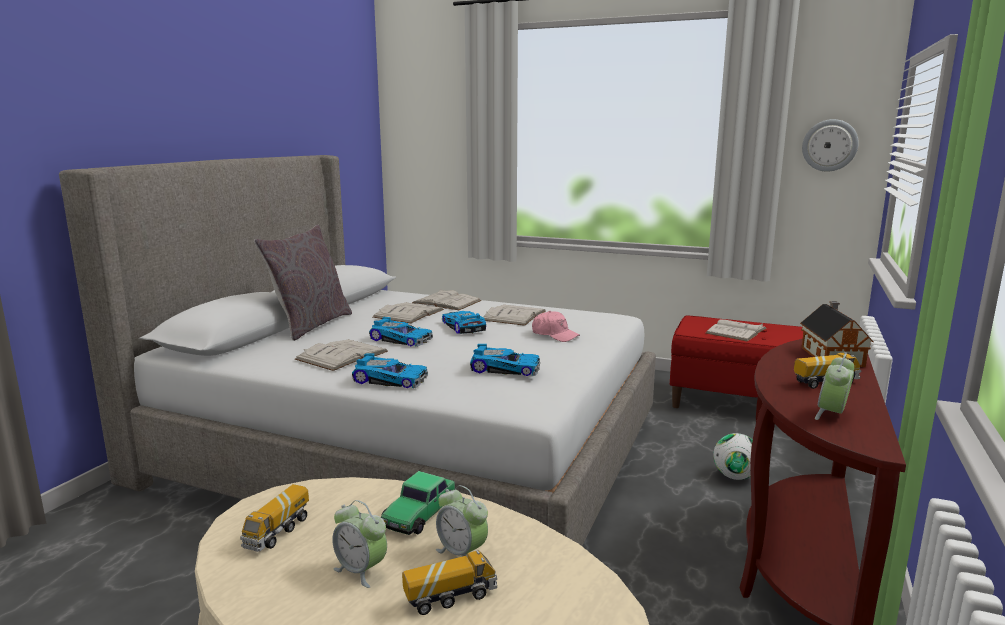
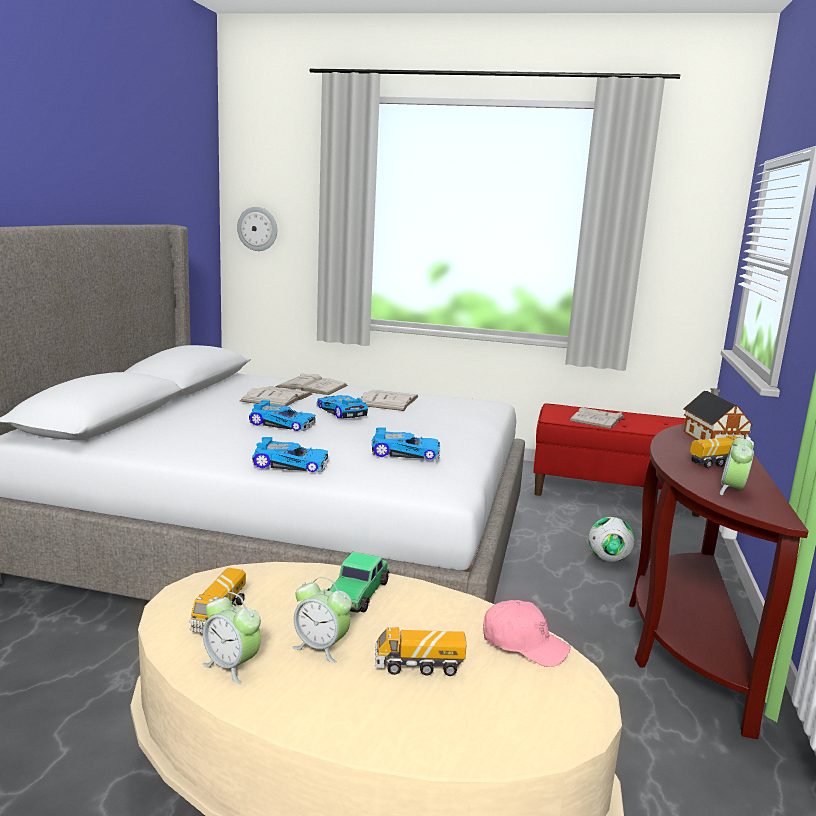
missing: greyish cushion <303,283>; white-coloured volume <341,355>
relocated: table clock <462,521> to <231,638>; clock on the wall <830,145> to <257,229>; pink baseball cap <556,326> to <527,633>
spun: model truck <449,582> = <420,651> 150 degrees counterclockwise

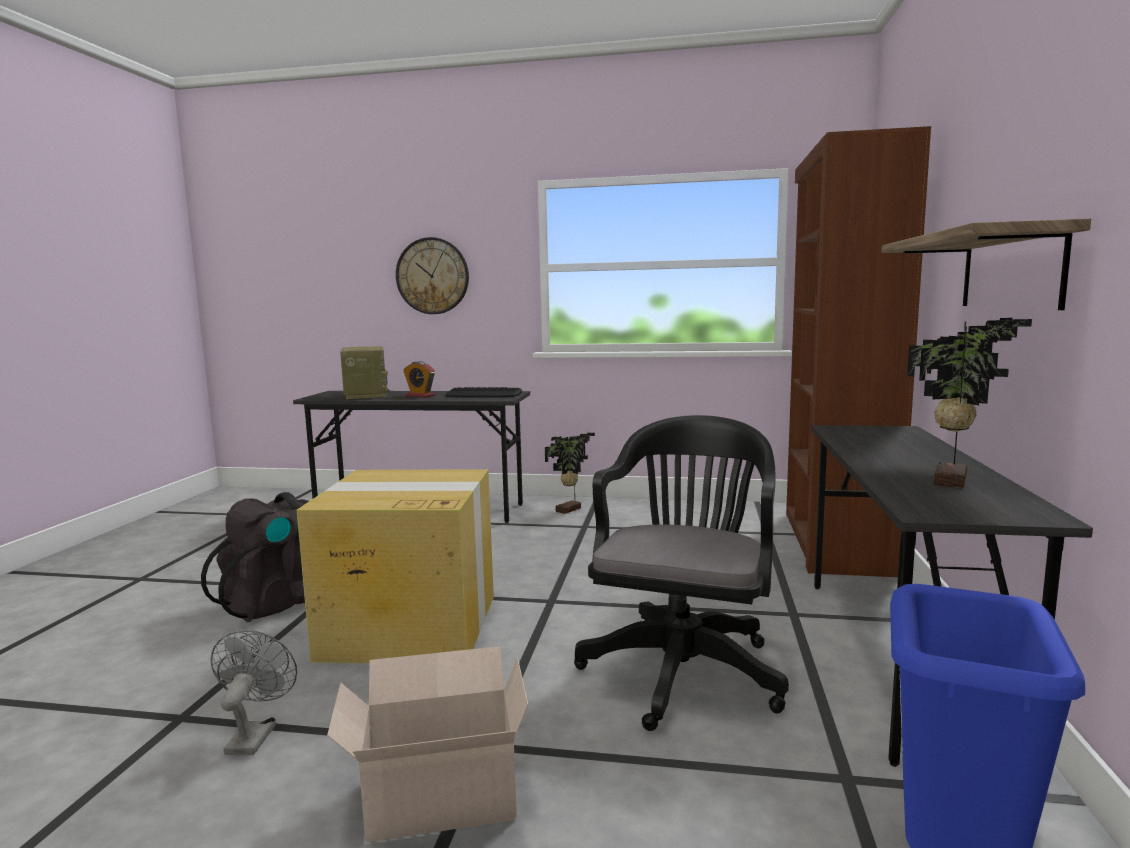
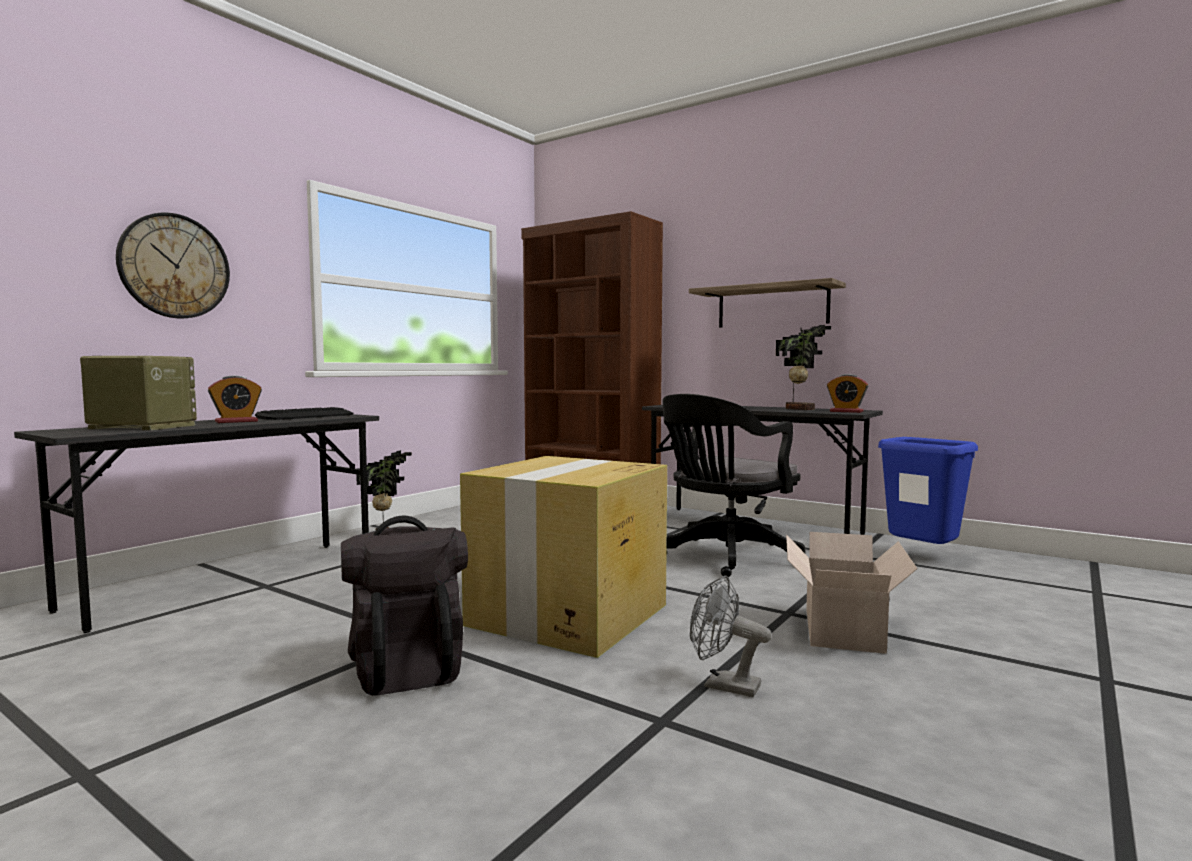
appeared: table clock <847,393>
spun: black-coloured office chair <681,573> = <734,486> 90 degrees counterclockwise

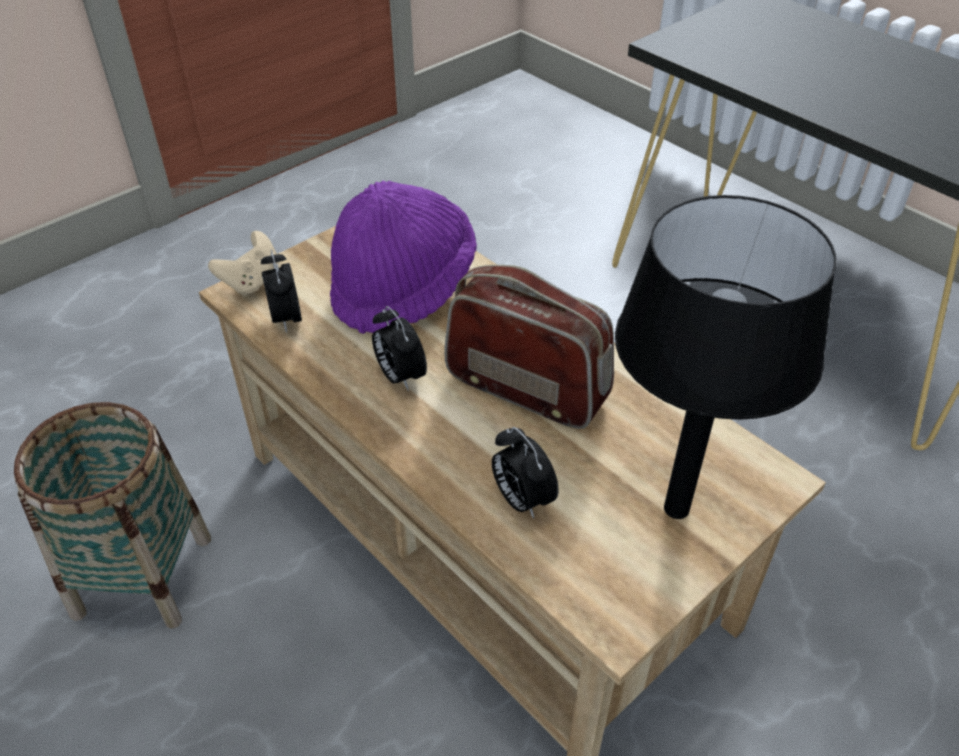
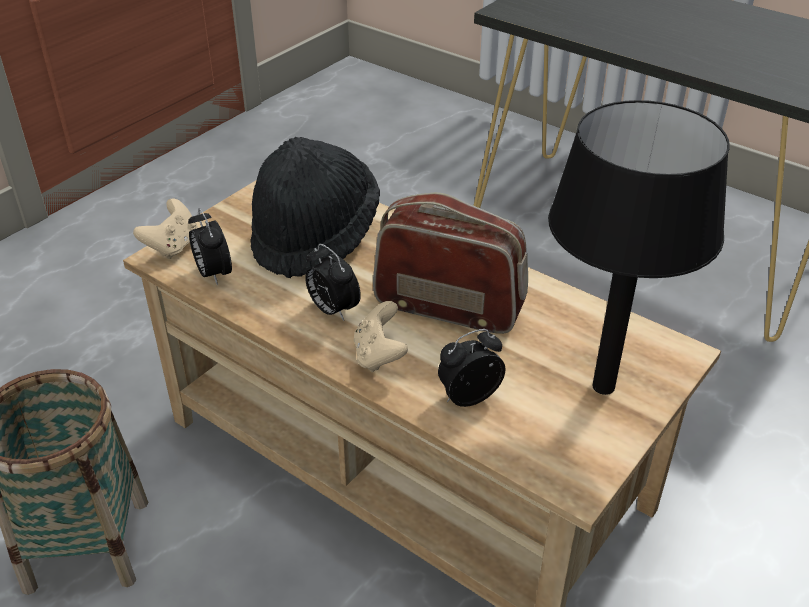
appeared: beige gamepad <381,336>
colour: purple-coloured hat <403,257> to black-coloured hat <315,207>
spun: table clock <525,473> = <471,368> 105 degrees clockwise

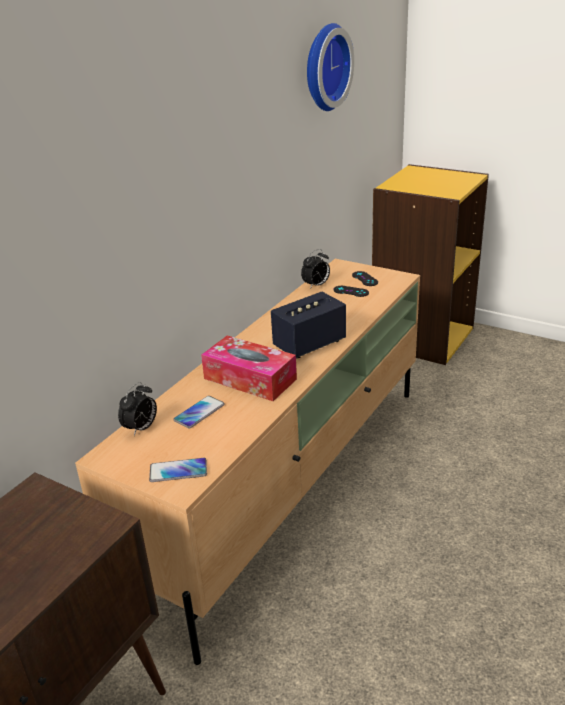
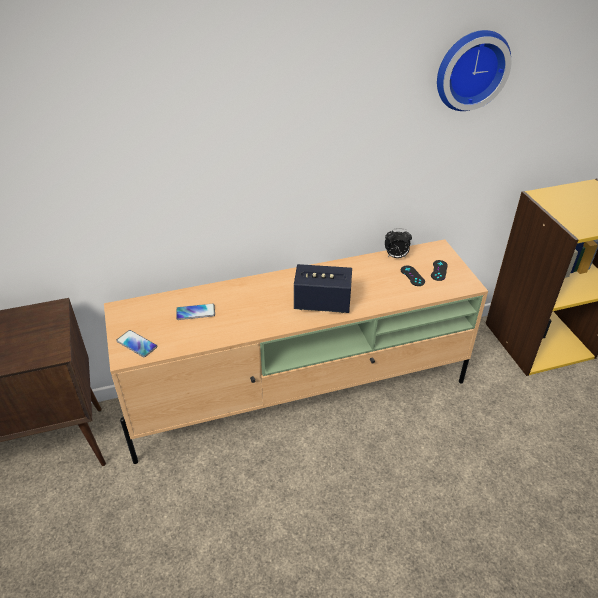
missing: table clock <137,409>; tissue box <249,368>

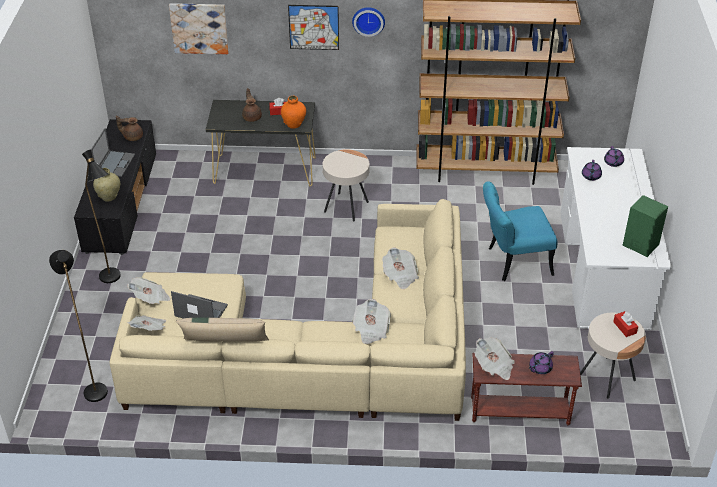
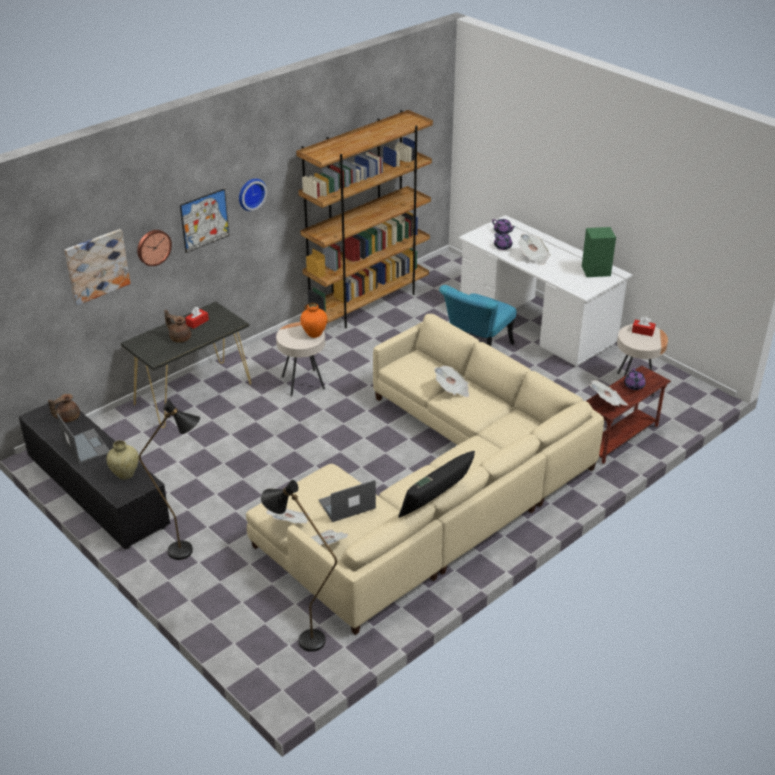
appeared: clock on the wall <154,248>
relocated: orange decorative vase <293,112> to <313,320>; newspaper <371,321> to <534,249>
colour: beige cushion <222,330> to black-coloured cushion <436,484>

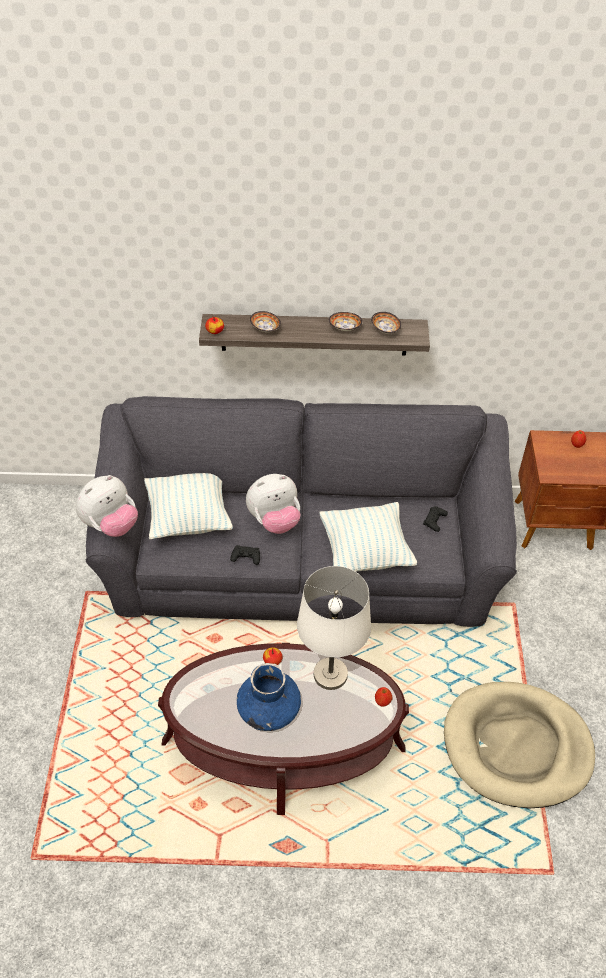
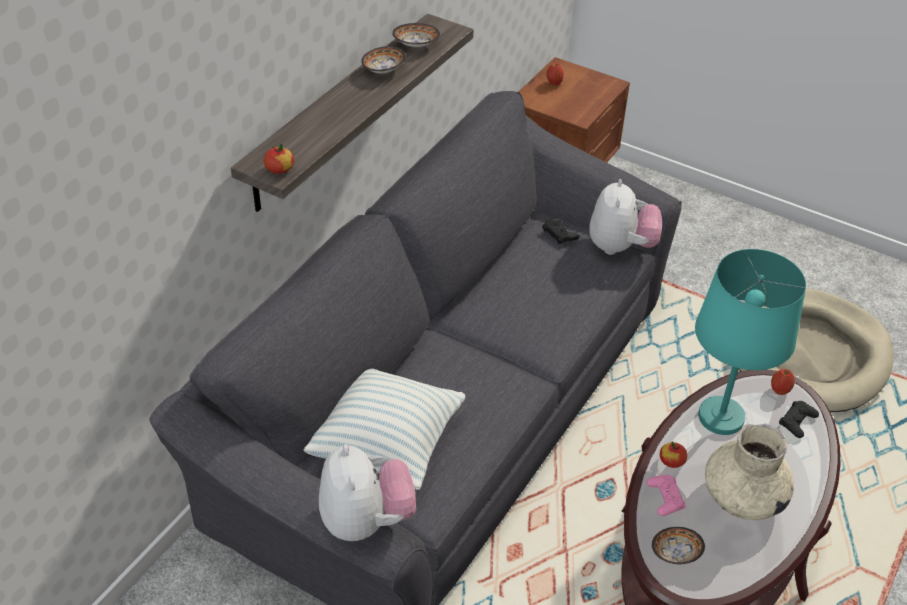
missing: cushion <368,537>
appeared: pink gamepad <666,495>
relocated: plush toy <273,504> to <625,217>; deep dish <265,321> to <678,545>; black-coloured gamepad <245,555> to <799,419>
colour: white-coloured table lamp <334,628> to turquoise table lamp <750,342>; blue-coloured decorative vase <269,697> to beige decorative vase <749,472>

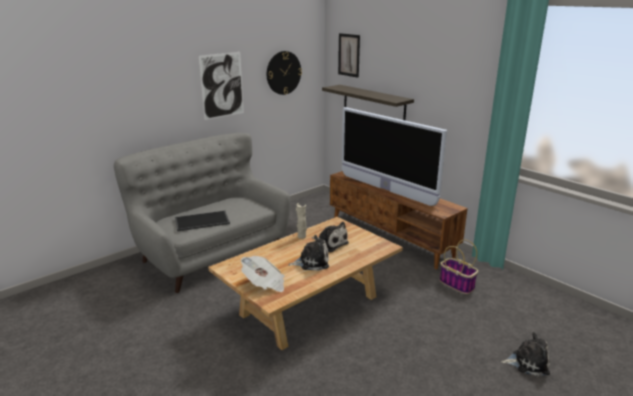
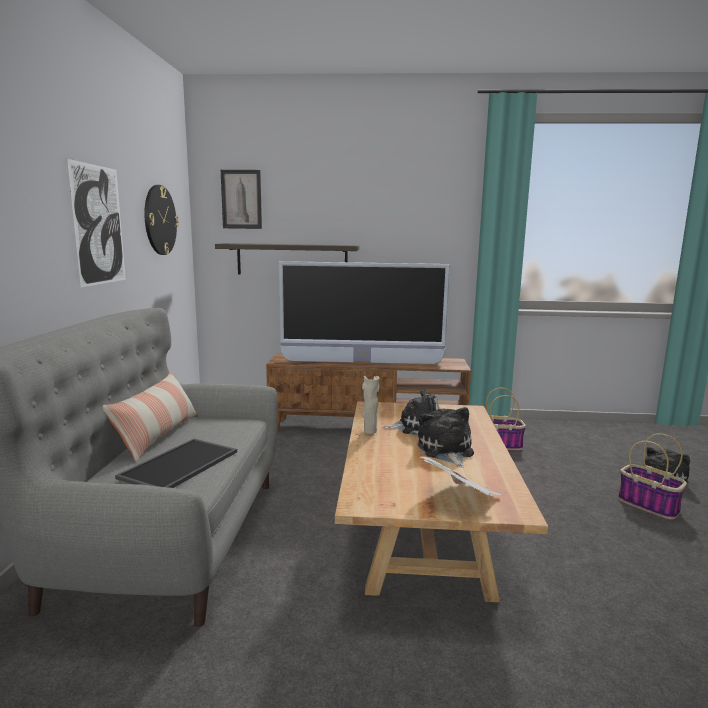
appeared: cushion <150,417>; storage basket <652,476>
spun: plush toy <308,253> = <446,437> 45 degrees counterclockwise

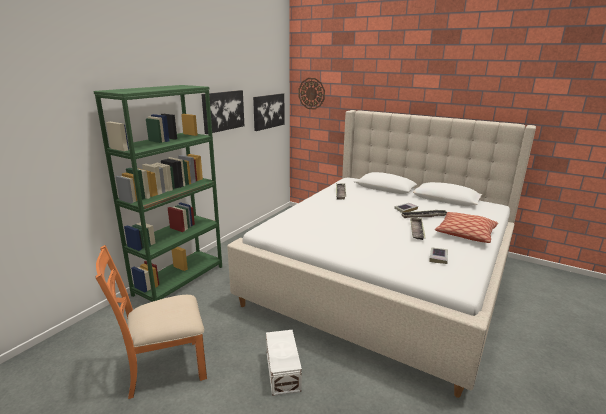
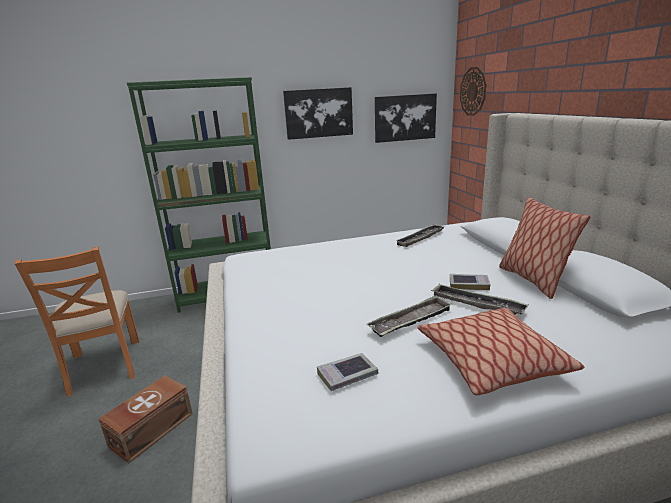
appeared: cushion <544,248>
colour: white-coloured storage box <284,363> to brownish storage box <145,419>
spun: orange plain chair <151,322> = <77,322> 135 degrees counterclockwise

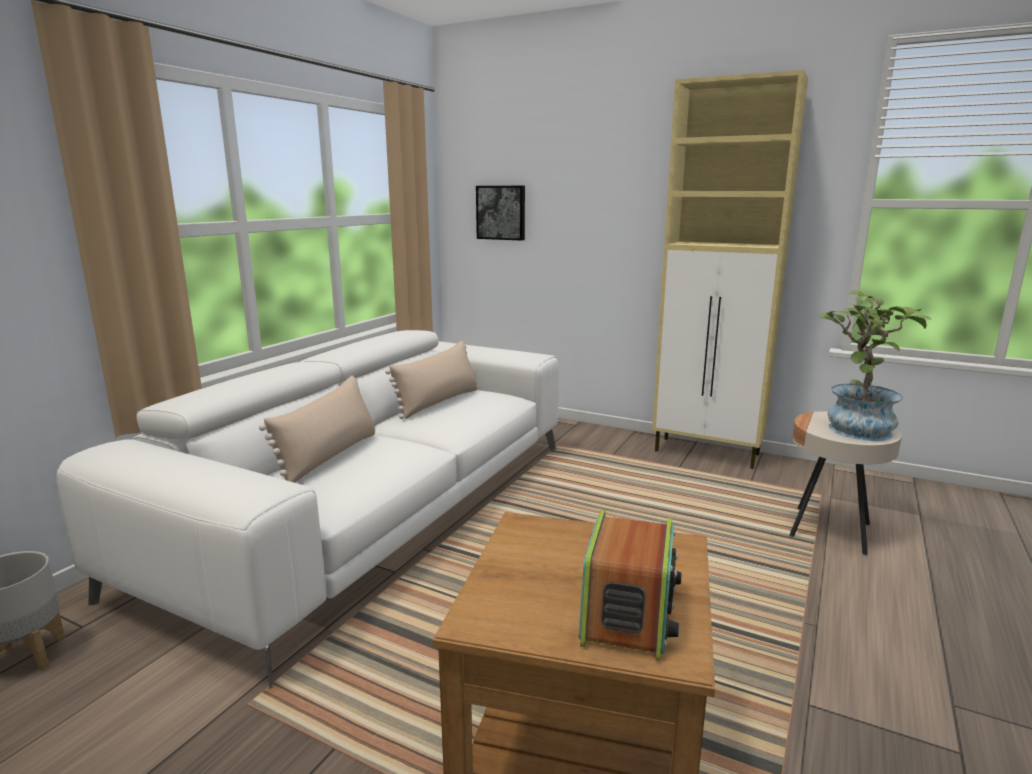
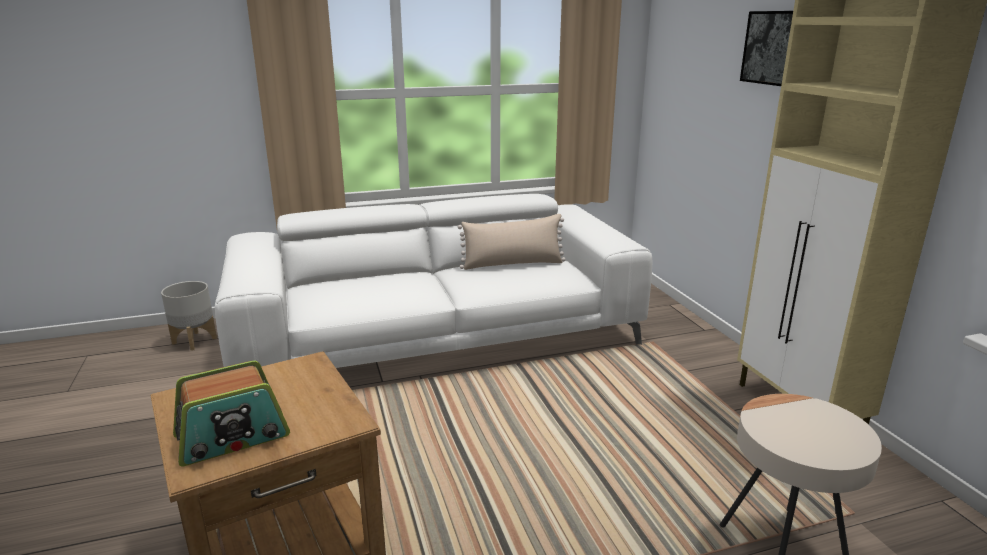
missing: beige cushion <317,429>; plant in a pot <871,365>
relocated: wall picture <500,213> to <766,48>

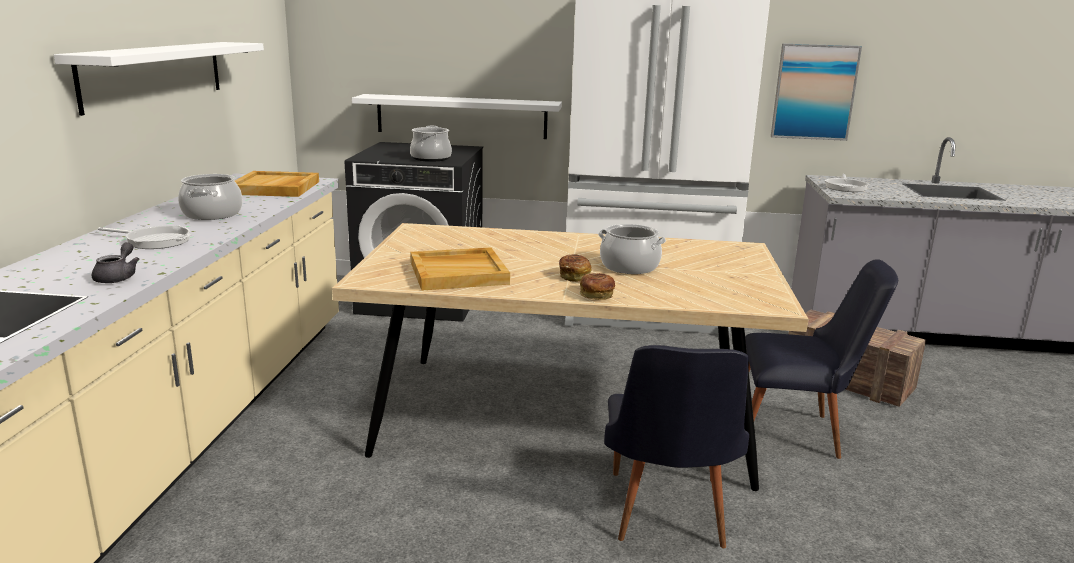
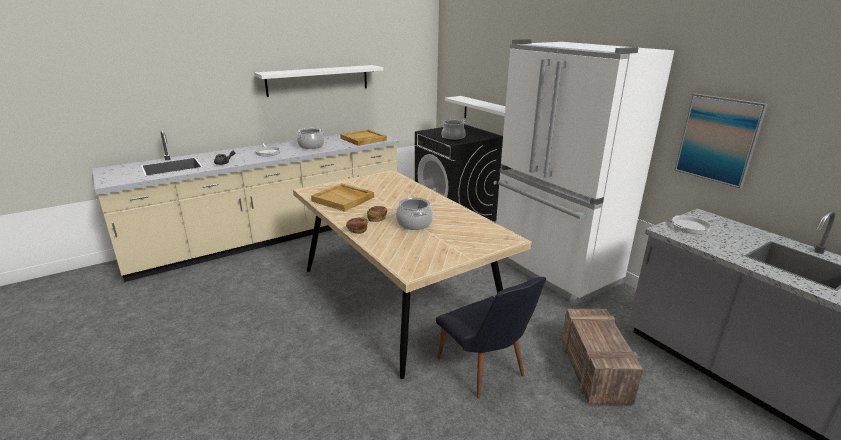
missing: black-coloured plain chair <676,446>

